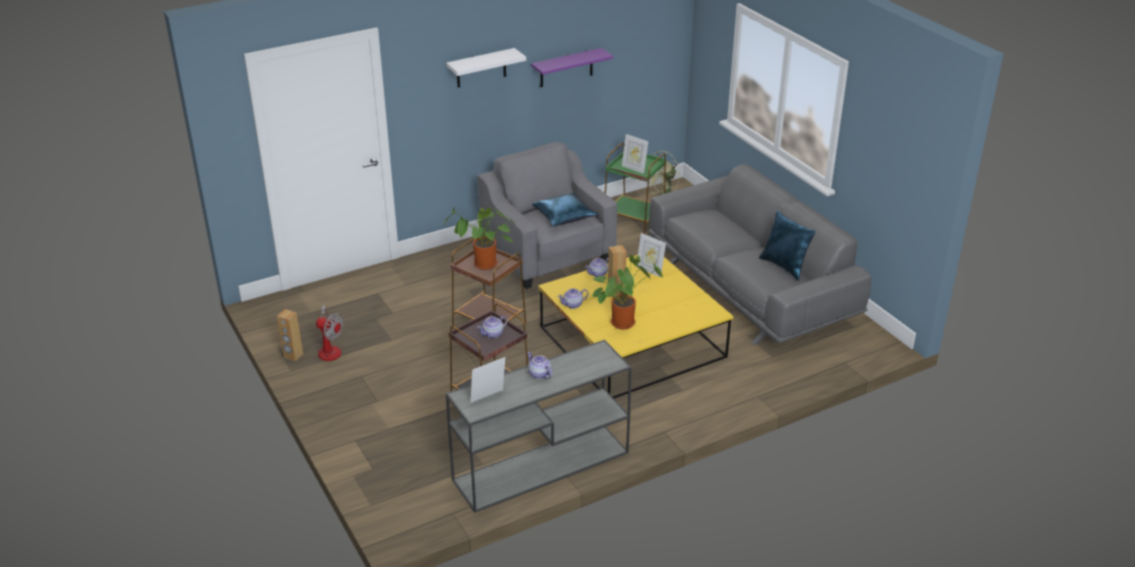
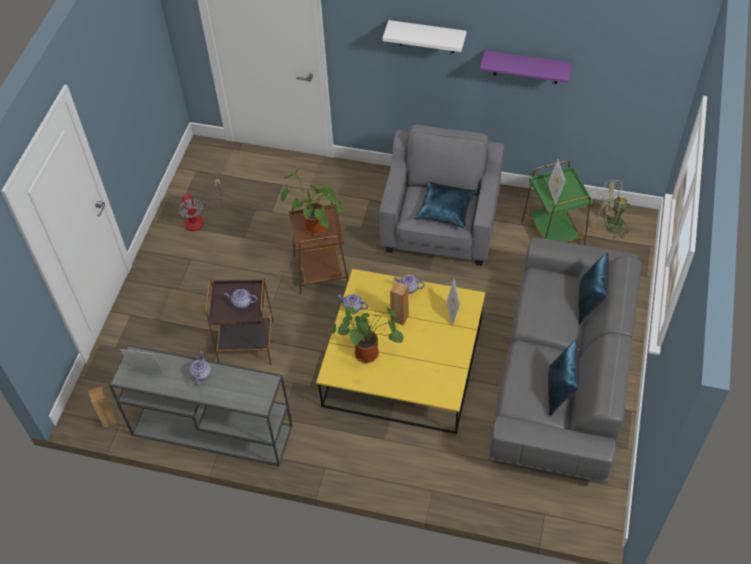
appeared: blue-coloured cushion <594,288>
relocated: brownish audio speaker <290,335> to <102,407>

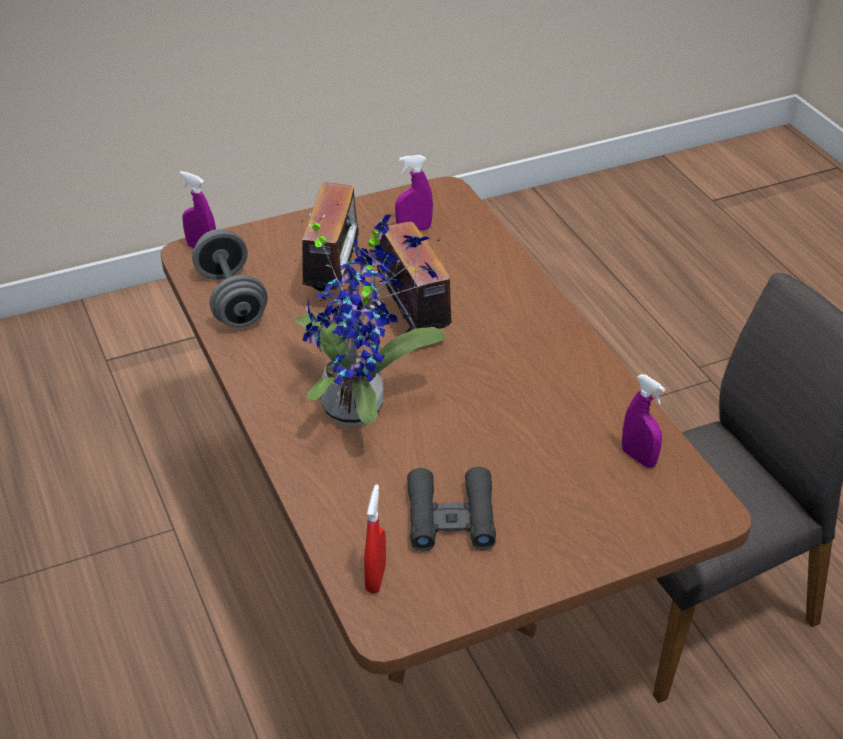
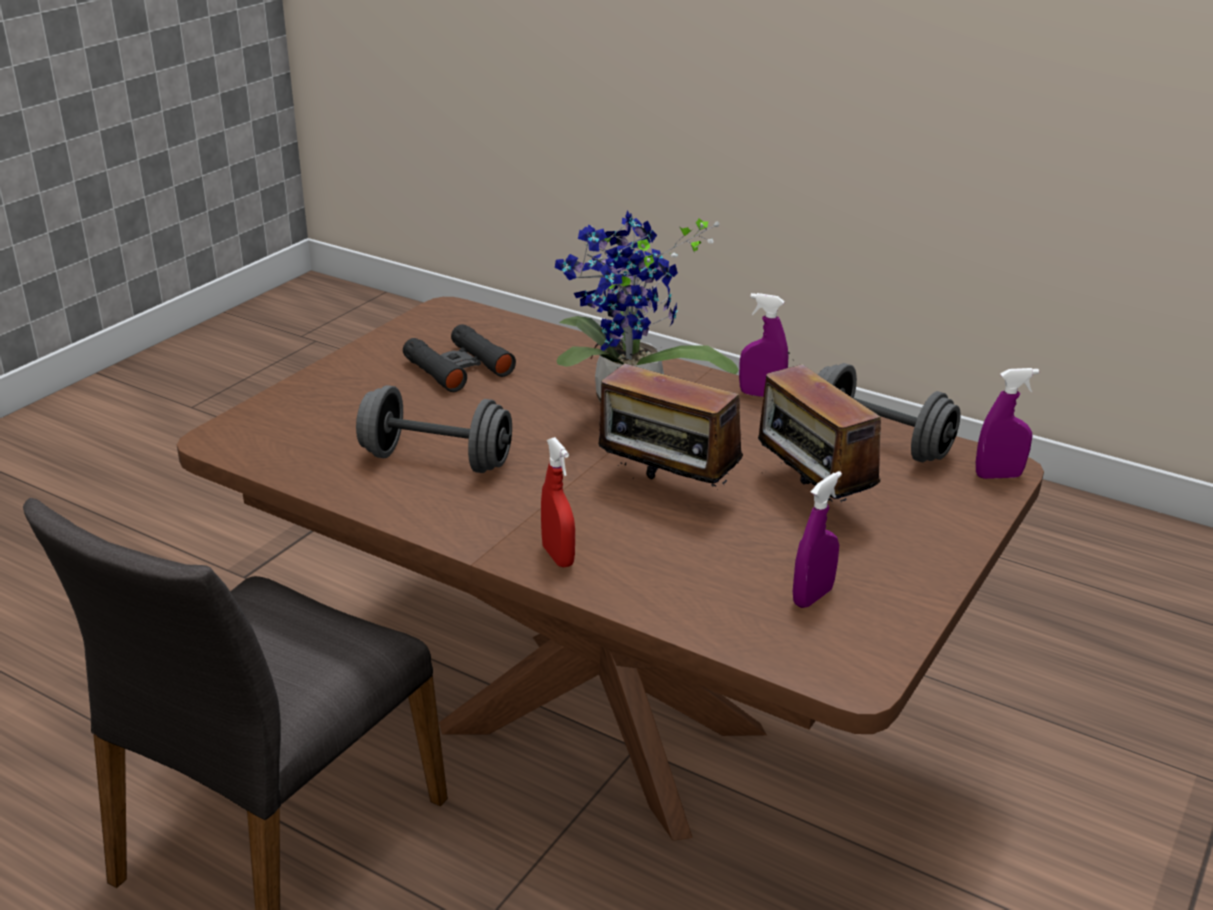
appeared: greyish hand weight <434,429>
relocated: red hand sprayer <375,539> to <558,502>; purple-coloured hand sprayer <643,421> to <763,345>

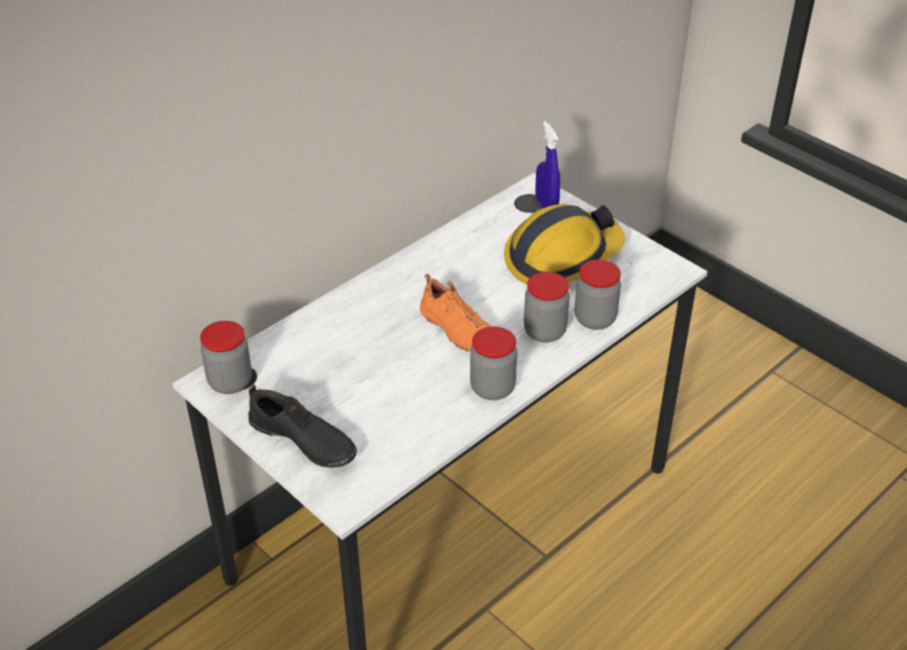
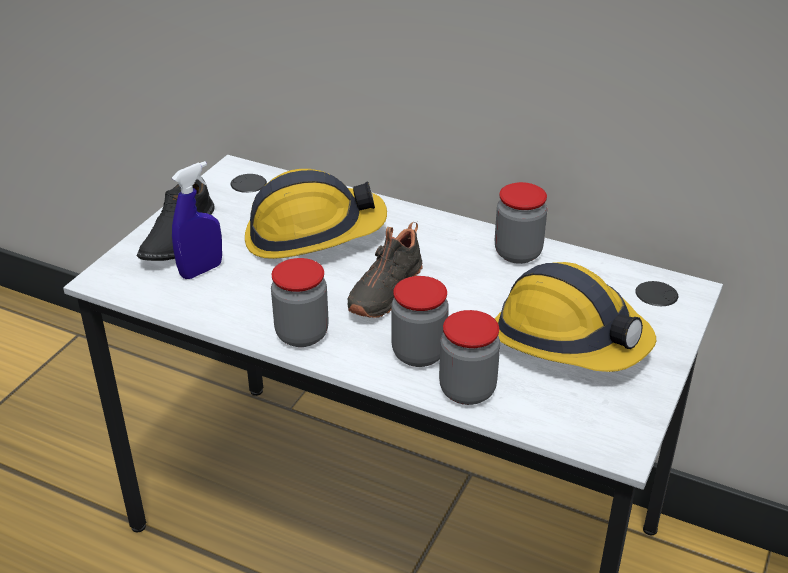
appeared: hard hat <316,214>
relocated: blue-coloured hand sprayer <547,164> to <197,220>; preserve jar <226,357> to <521,223>
colour: orange shoe <456,313> to black-coloured shoe <385,270>

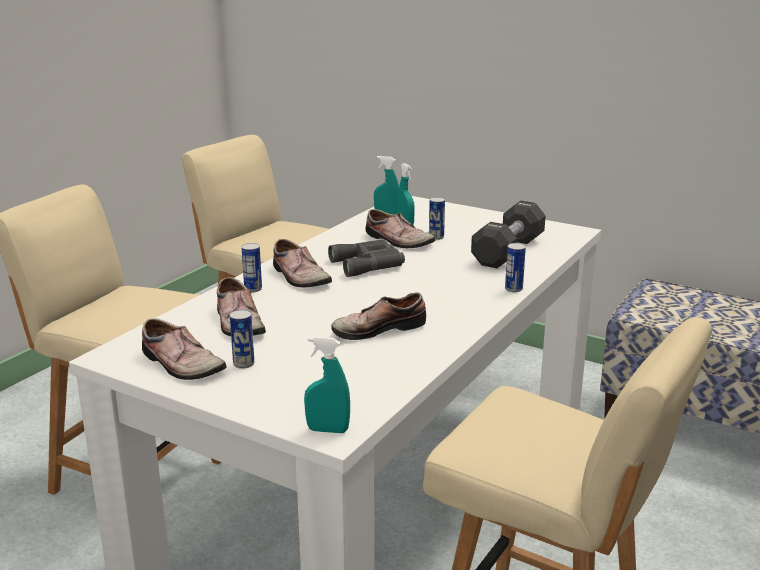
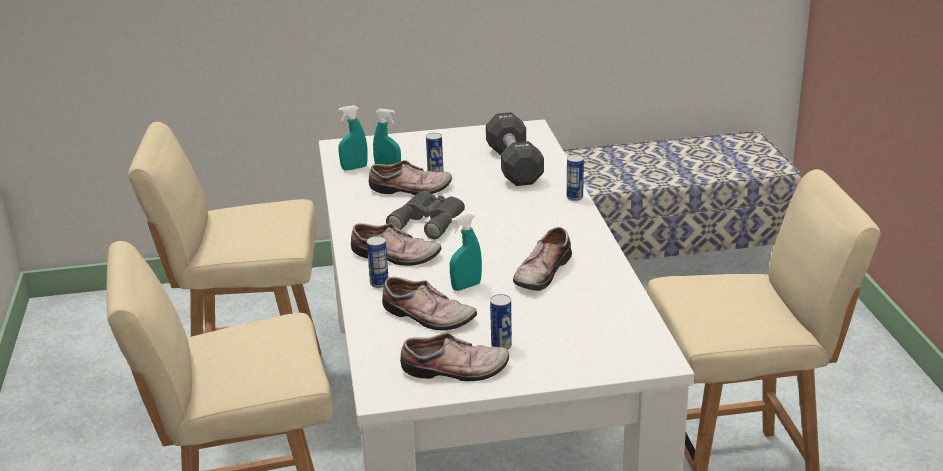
relocated: turquoise hand sprayer <327,384> to <466,252>

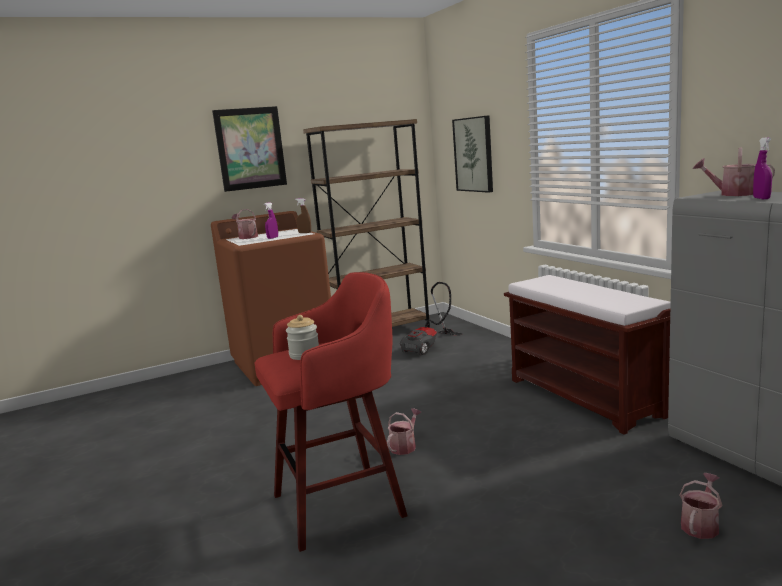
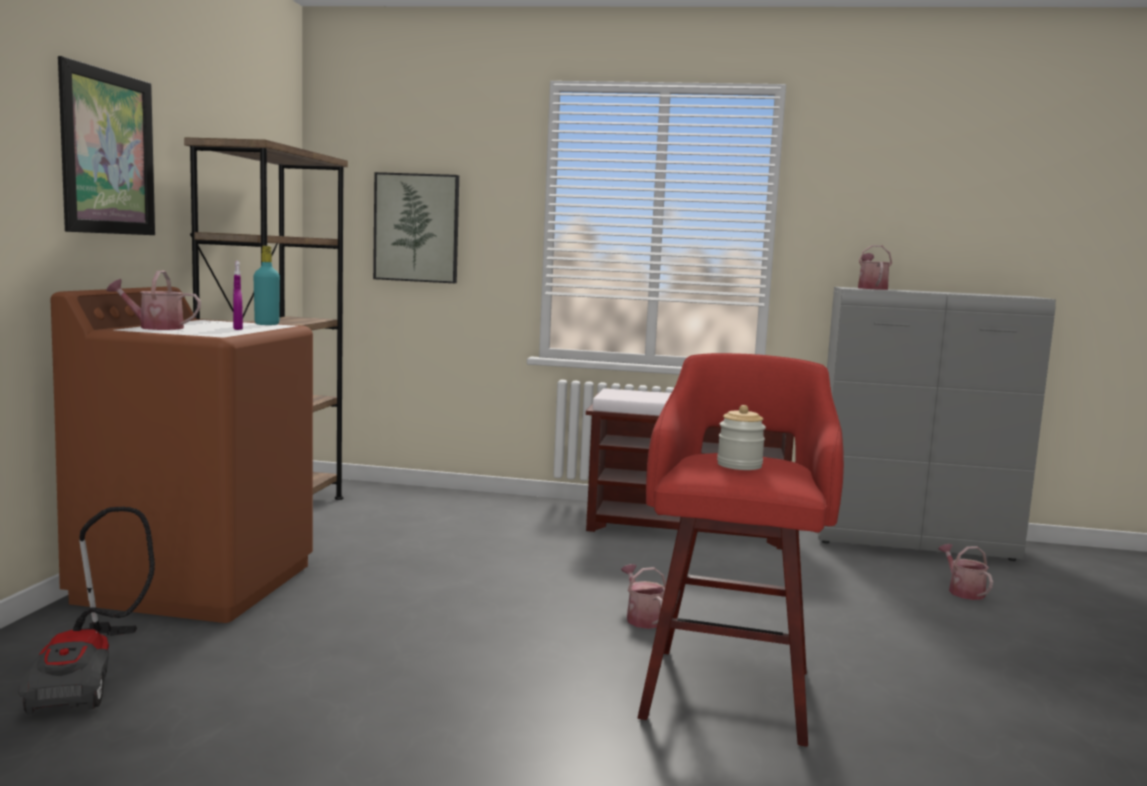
missing: purple-coloured hand sprayer <762,168>
relocated: hoover <431,318> to <86,611>
exchanged: brownish hand sprayer <303,215> to turquoise drink bottle <267,285>
spun: watering can <733,172> = <875,267> 120 degrees clockwise

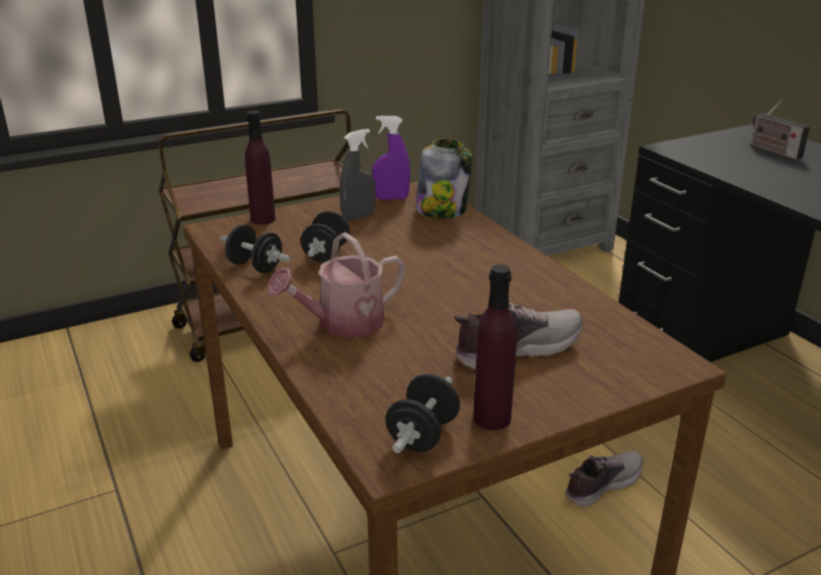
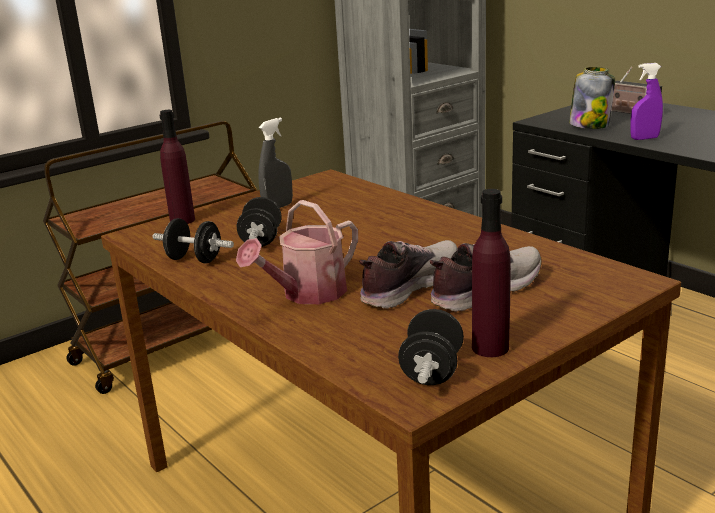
relocated: shoe <604,479> to <408,274>; preserve jar <444,178> to <592,98>; purple-coloured hand sprayer <391,158> to <647,101>

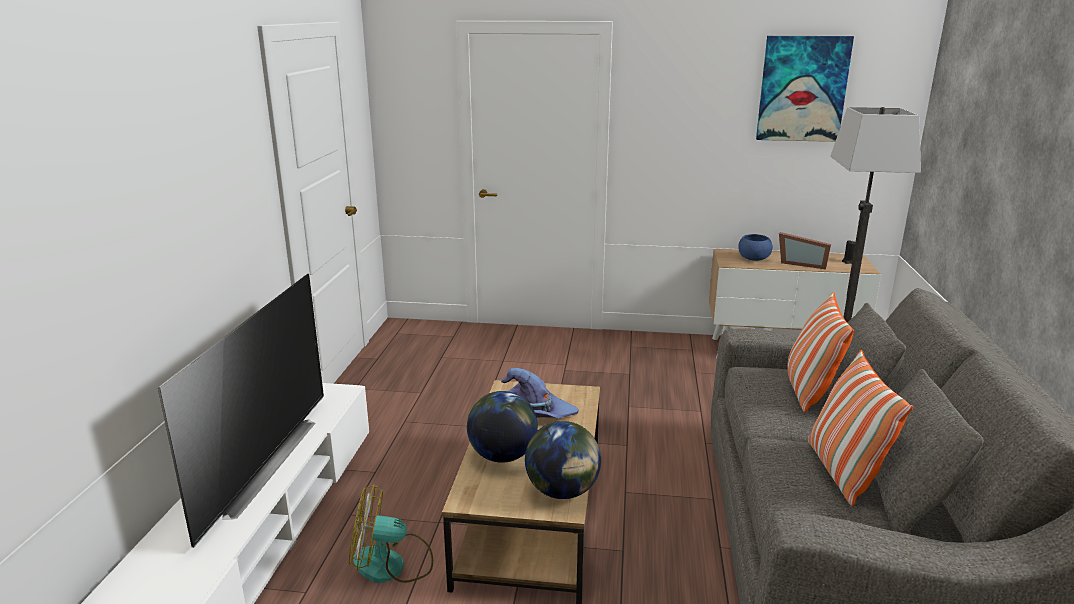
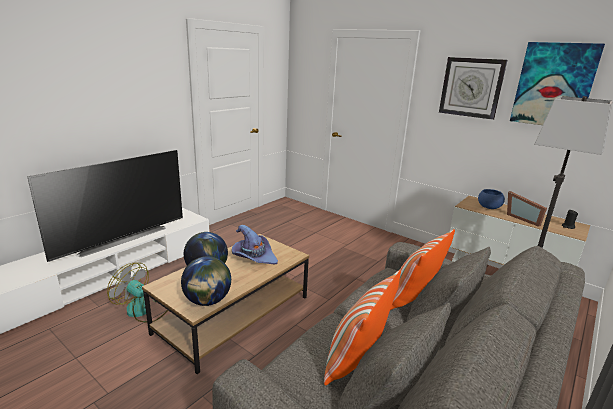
appeared: clock on the wall <473,88>

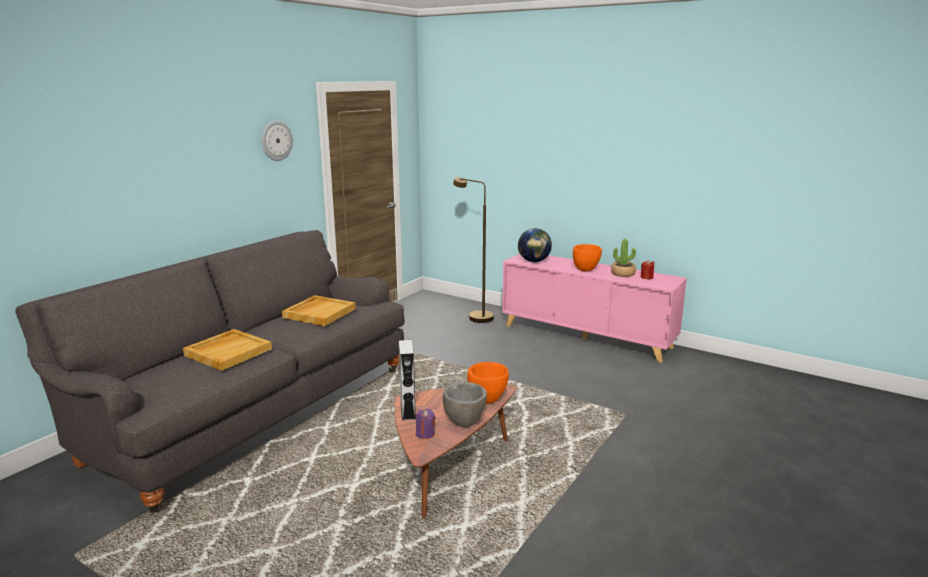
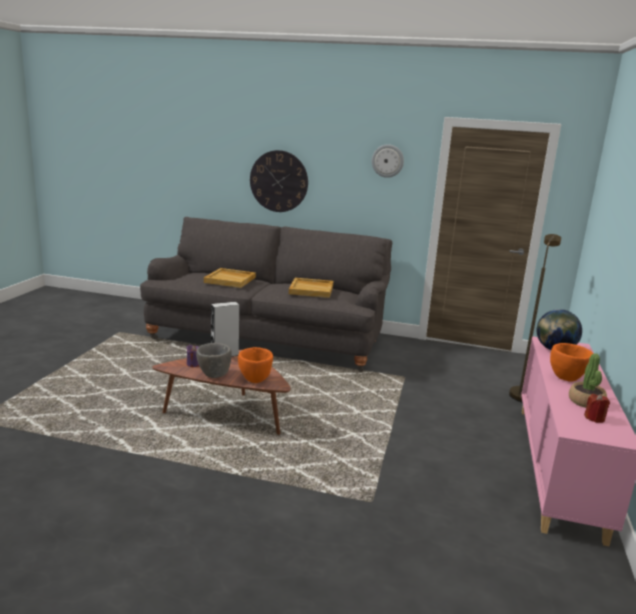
appeared: clock on the wall <279,181>

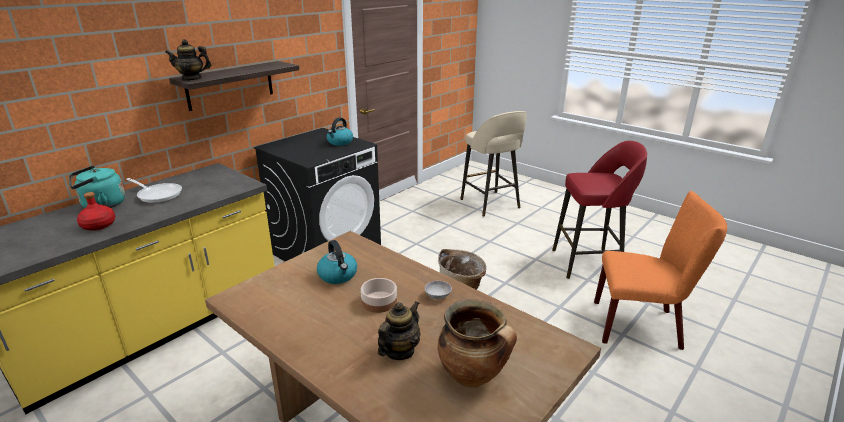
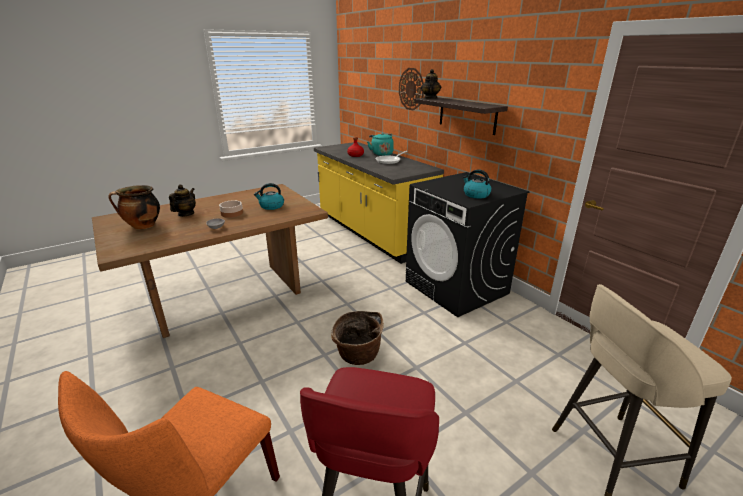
appeared: clock on the wall <411,89>
spun: teapot <399,330> = <182,200> 120 degrees counterclockwise

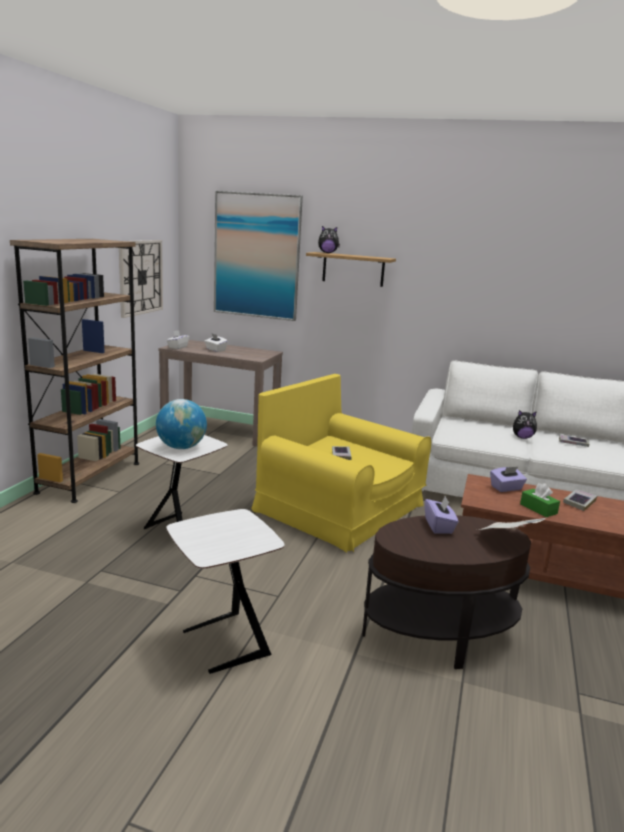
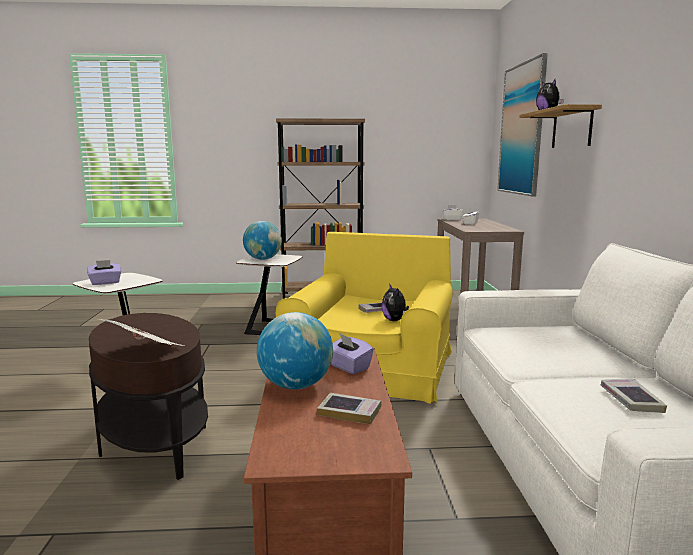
missing: clock on the wall <141,279>
relocated: purple-coloured tissue box <442,514> to <104,272>; plush toy <525,424> to <395,302>
exchanged: green tissue box <540,500> to globe <295,350>

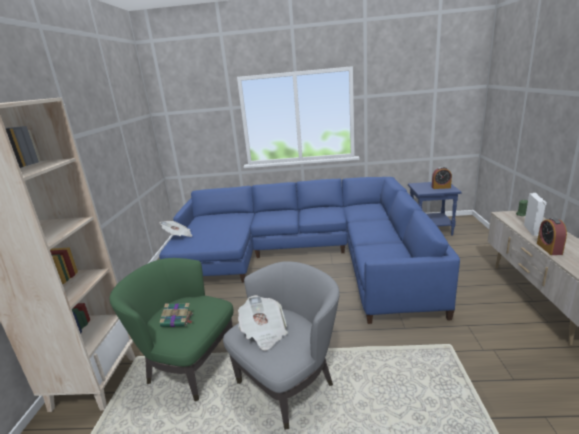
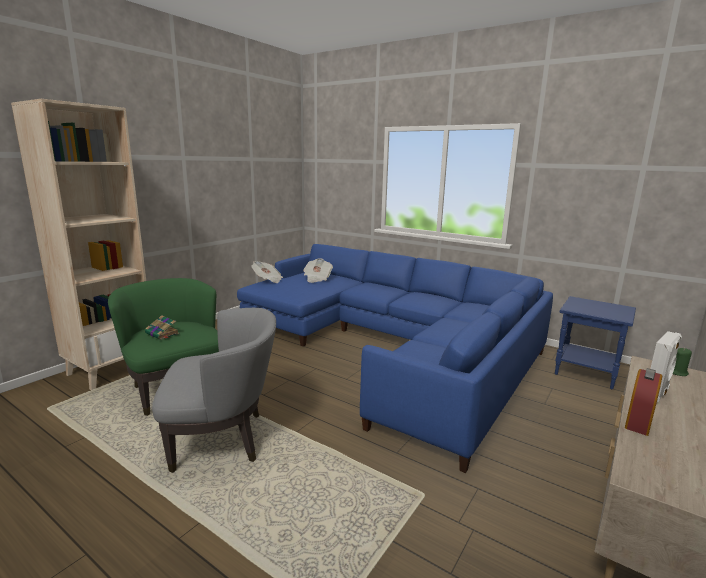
missing: table clock <442,178>
relocated: newspaper <263,322> to <318,270>

